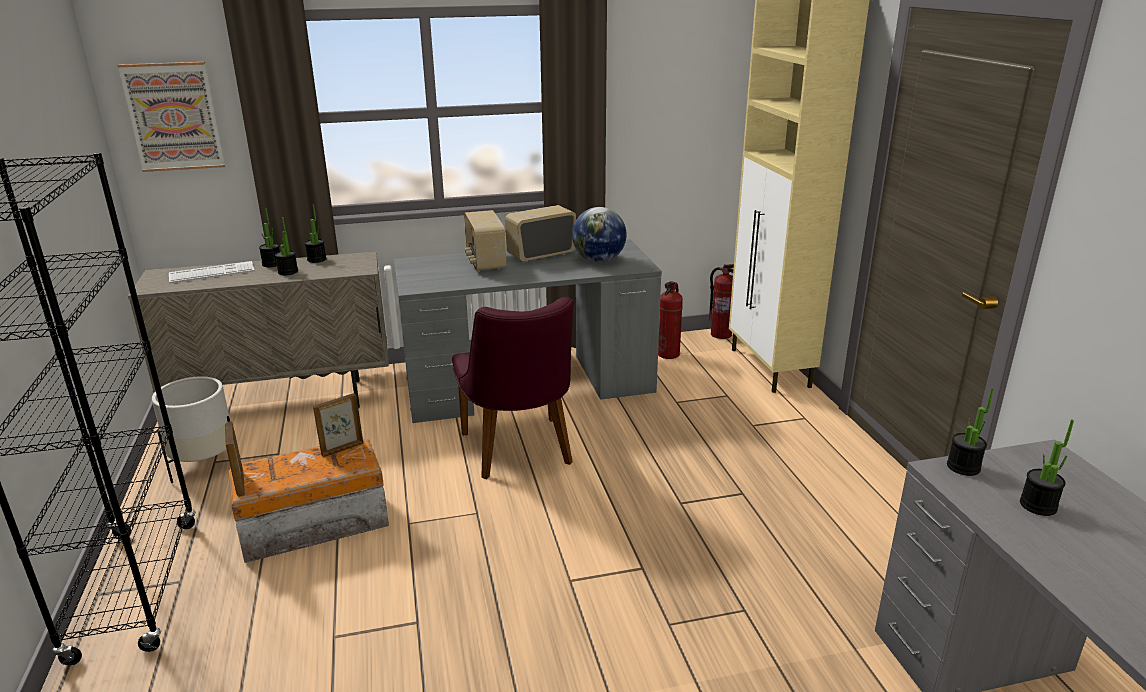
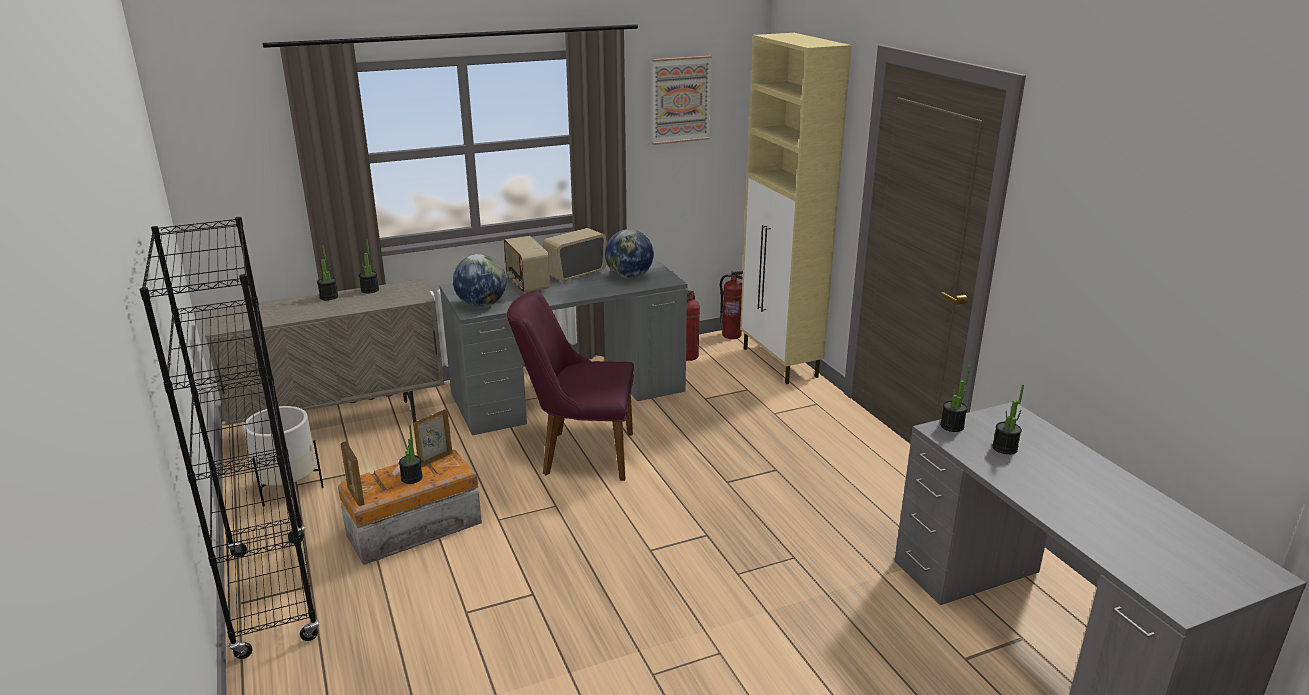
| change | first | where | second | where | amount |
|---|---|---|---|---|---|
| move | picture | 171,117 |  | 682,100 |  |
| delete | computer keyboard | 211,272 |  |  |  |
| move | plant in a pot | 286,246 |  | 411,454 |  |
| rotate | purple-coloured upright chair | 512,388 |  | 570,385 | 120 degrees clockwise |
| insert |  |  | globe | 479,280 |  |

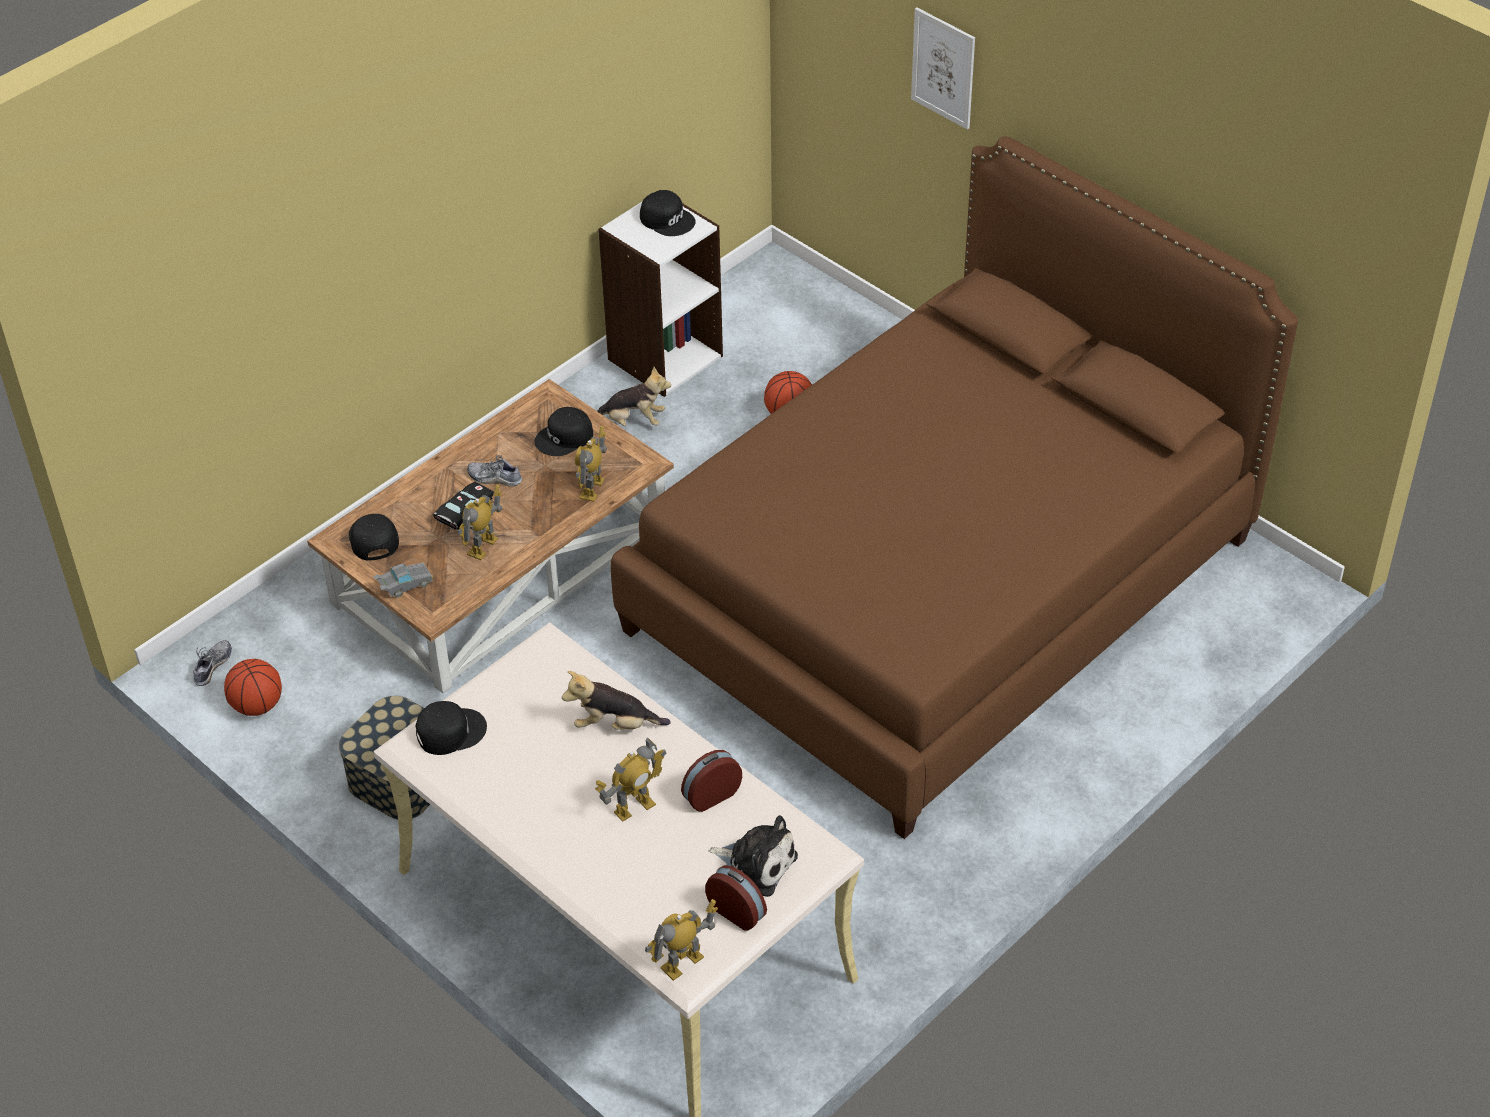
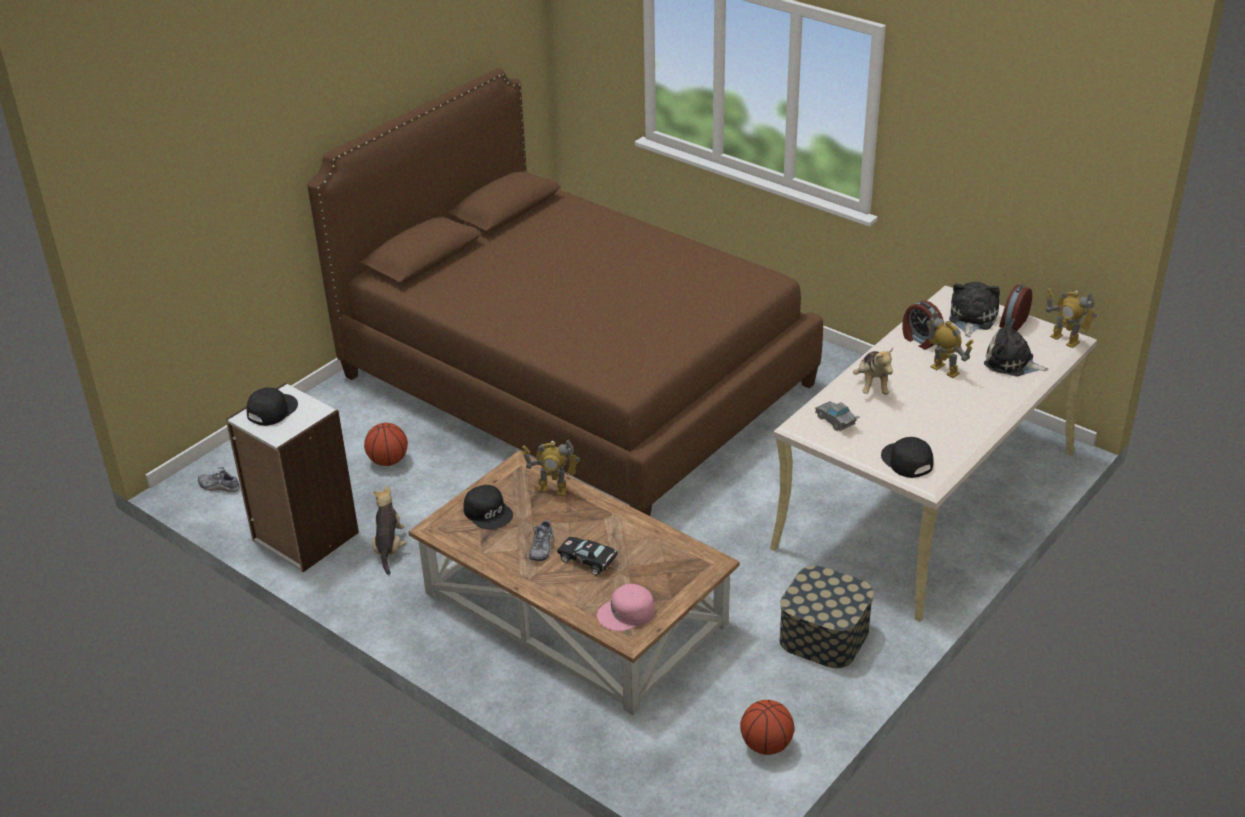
| change | first | where | second | where | amount |
|---|---|---|---|---|---|
| move | shoe | 212,663 |  | 219,479 |  |
| recolor | black peaked cap | 374,537 | pinkish peaked cap | 626,607 |  |
| move | gray model car | 403,580 |  | 837,416 |  |
| delete | robot figure | 479,522 |  |  |  |
| delete | picture | 943,69 |  |  |  |
| insert |  |  | plush toy | 1016,347 |  |

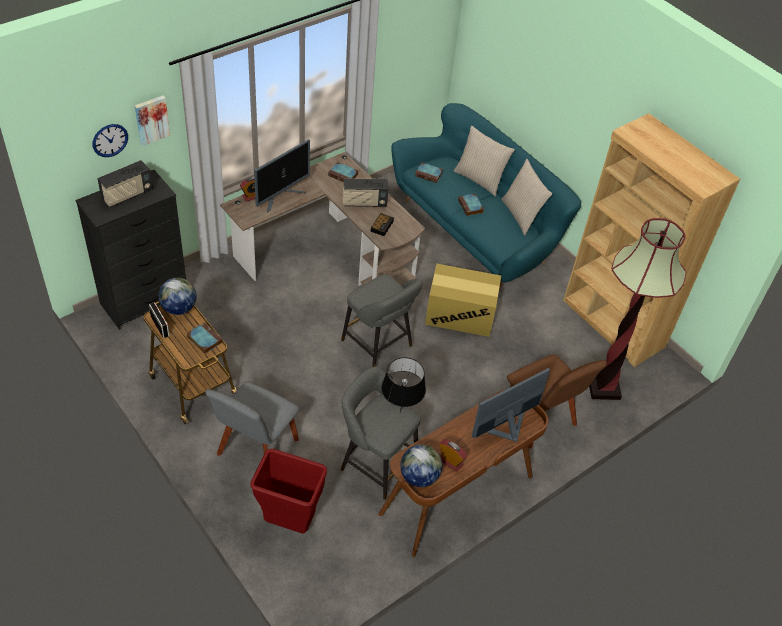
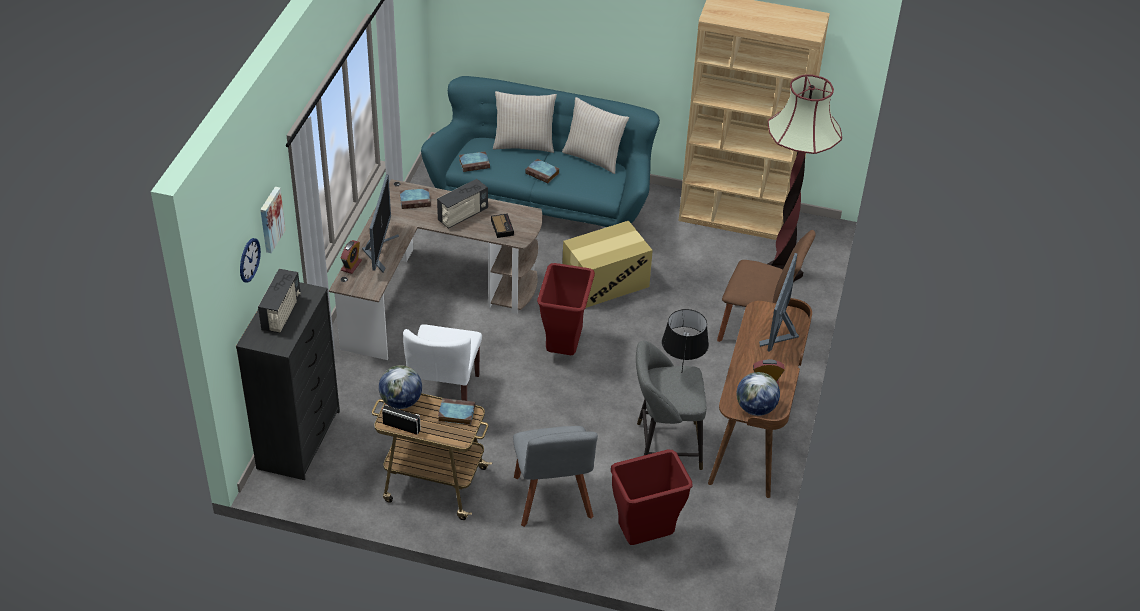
| change | first | where | second | where | amount |
|---|---|---|---|---|---|
| replace | gray stool | 382,320 | reddish waste bin | 566,309 |  |
| insert |  |  | whitish upright chair | 442,362 |  |

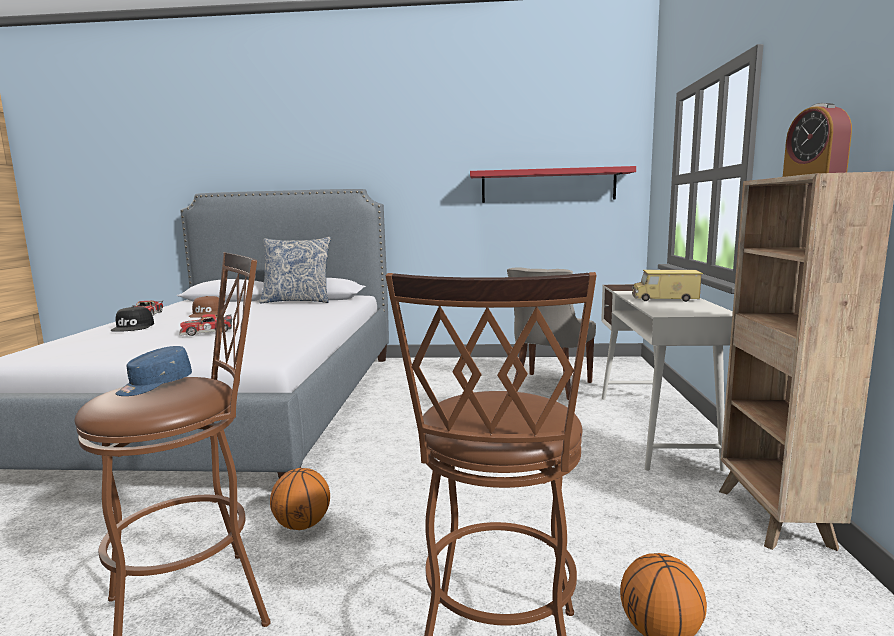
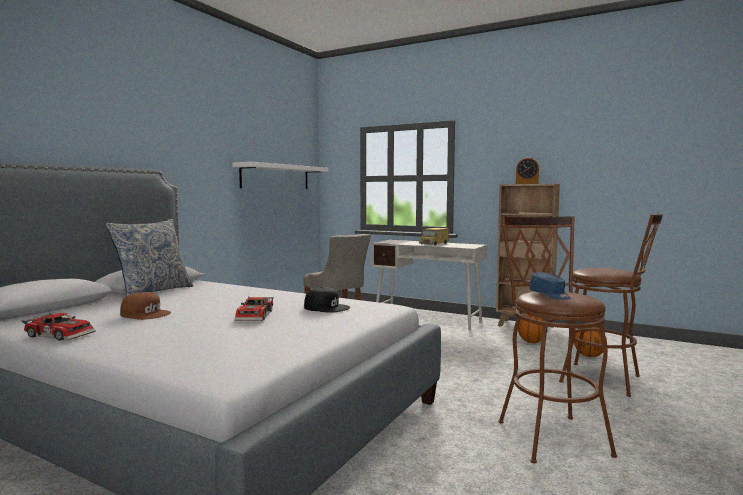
| change | first | where | second | where | amount |
|---|---|---|---|---|---|
| move | black peaked cap | 132,319 |  | 327,300 |  |
| move | basketball ball | 300,499 |  | 531,329 |  |
| recolor | reddish wall shelf | 553,184 | whitish wall shelf | 280,175 |  |

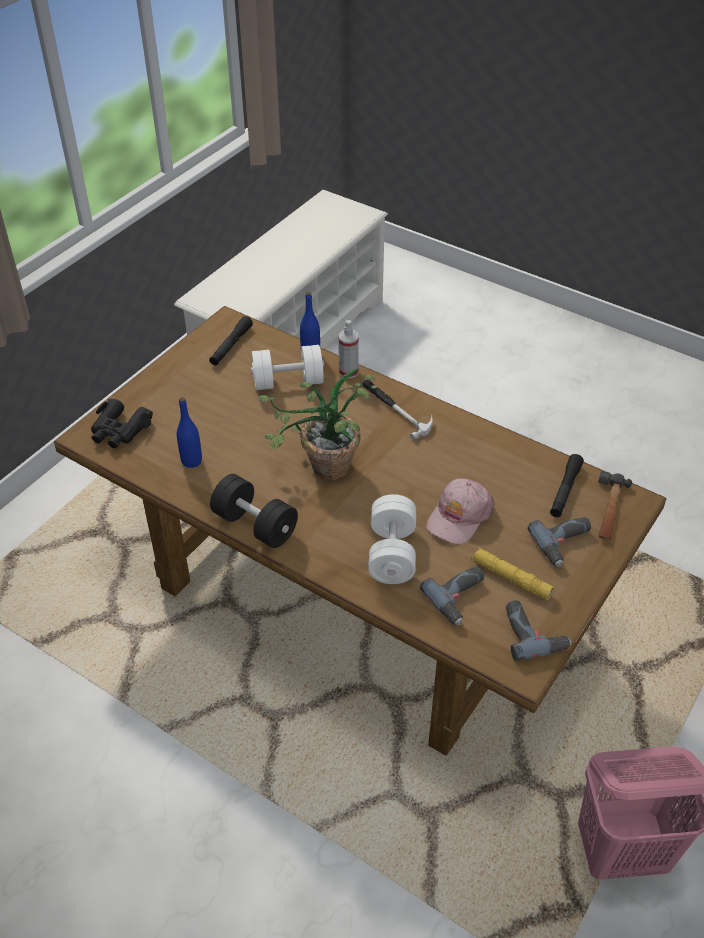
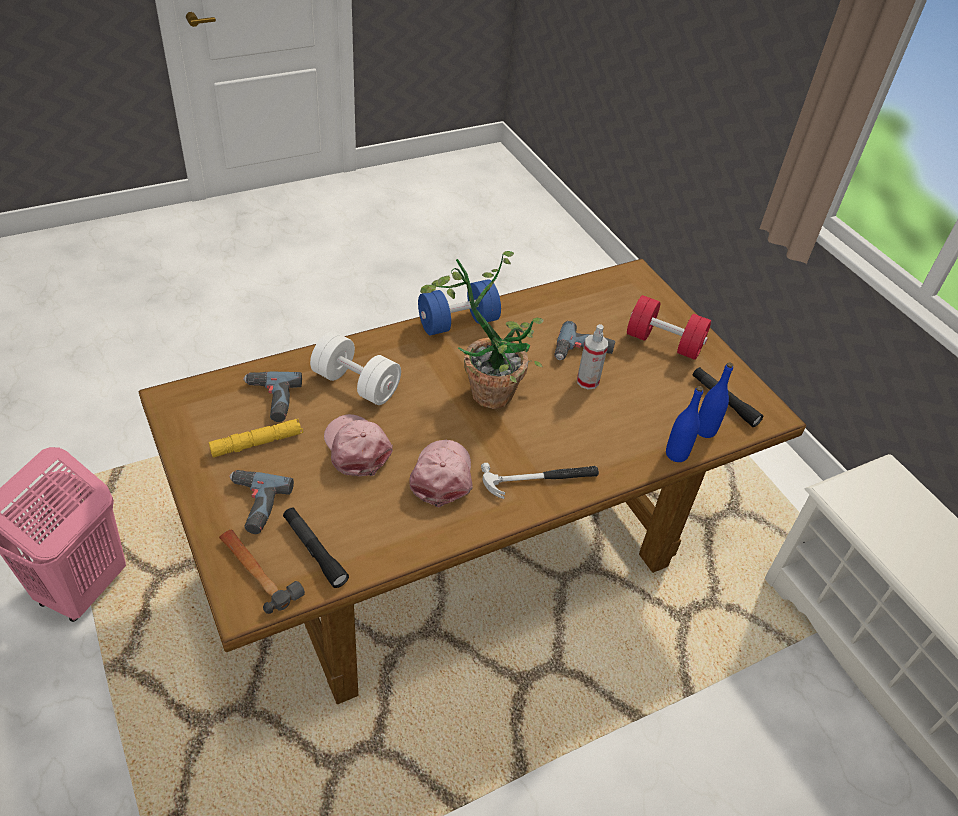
| change | first | where | second | where | amount |
|---|---|---|---|---|---|
| delete | black binoculars | 122,423 |  |  |  |
| move | blue drink bottle | 189,432 |  | 715,400 |  |
| recolor | black hand weight | 254,511 | blue hand weight | 459,307 |  |
| delete | whitish hand weight | 287,367 |  |  |  |
| move | spray bottle | 348,349 |  | 592,357 |  |
| move | power drill | 539,630 |  | 584,340 |  |
| insert |  |  | pinkish peaked cap | 441,473 |  |
| insert |  |  | reddish hand weight | 669,327 |  |

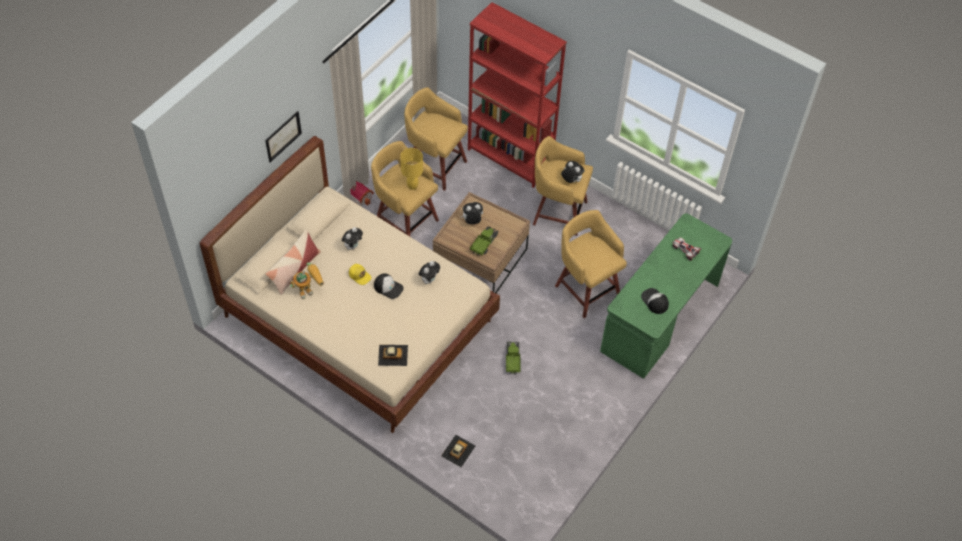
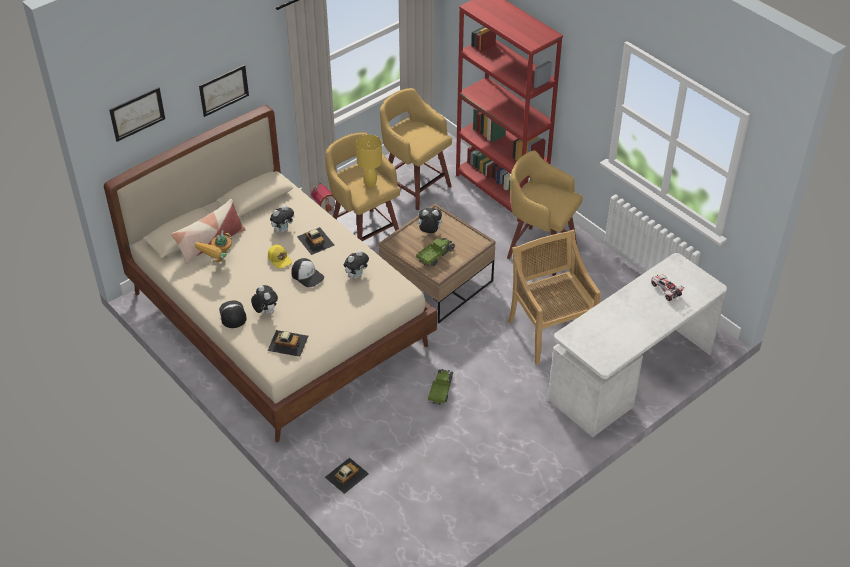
| change | first | where | second | where | amount |
|---|---|---|---|---|---|
| rotate | robot figure | 307,280 |  | 213,246 | 135 degrees clockwise |
| replace | yellow-coloured stool | 591,264 | beige-coloured upright chair | 554,297 |  |
| move | plush toy | 572,172 |  | 264,299 |  |
| recolor | green-coloured desk unit | 666,296 | whitish desk unit | 637,345 |  |
| move | peaked cap | 655,301 |  | 233,314 |  |
| insert |  |  | picture | 137,114 |  |
| insert |  |  | model car | 316,241 |  |

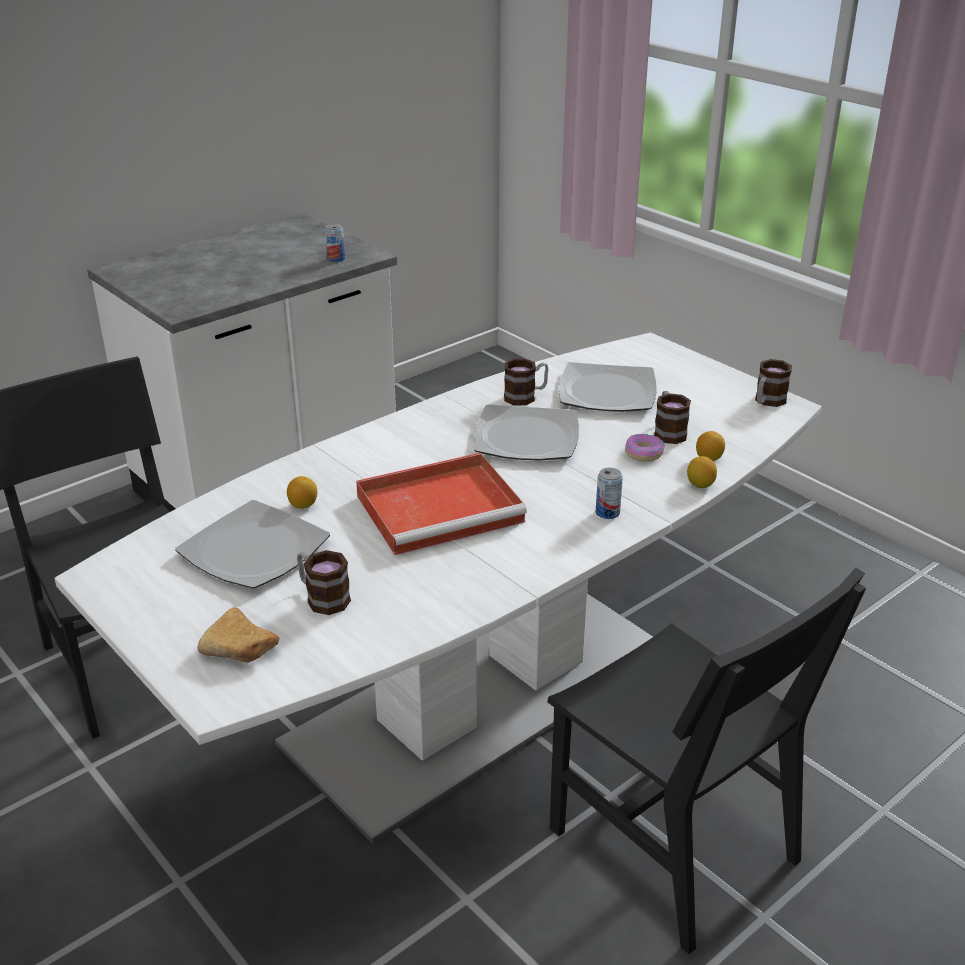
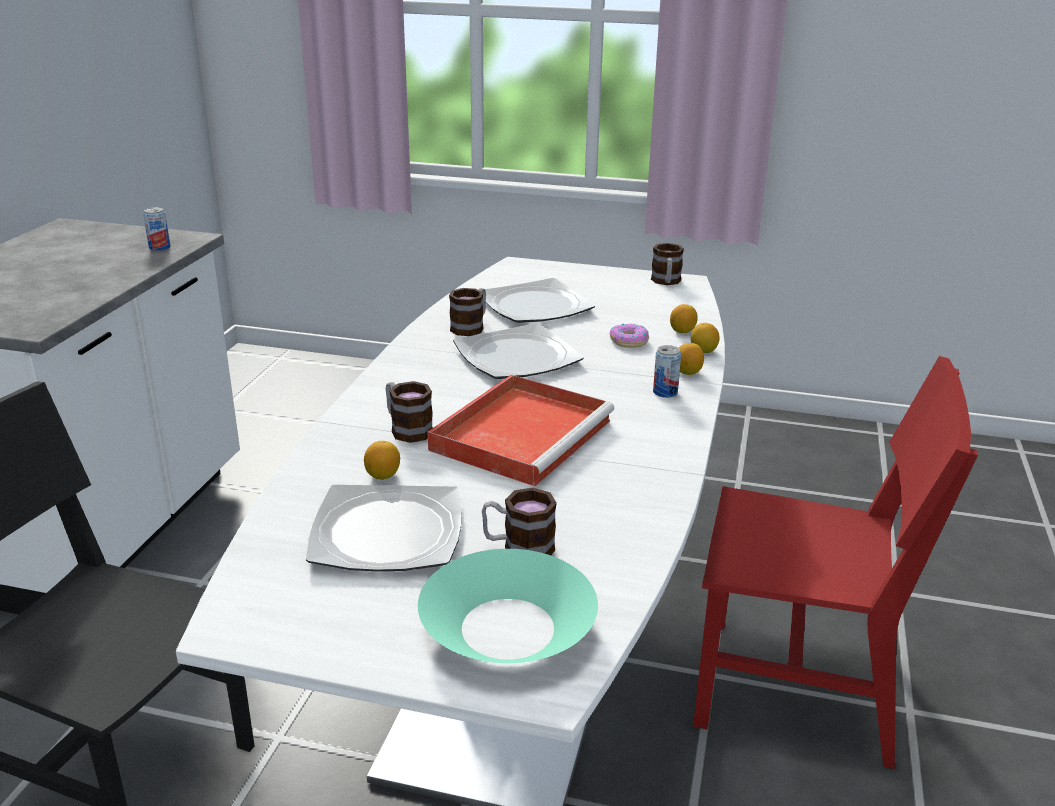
| change | first | where | second | where | amount |
|---|---|---|---|---|---|
| replace | bakery bread | 238,635 | turquoise deep dish | 508,606 |  |
| recolor | black upright chair | 706,760 | reddish upright chair | 835,562 |  |
| move | coffee mug | 672,417 |  | 409,412 |  |
| insert |  |  | lemon | 691,359 |  |

